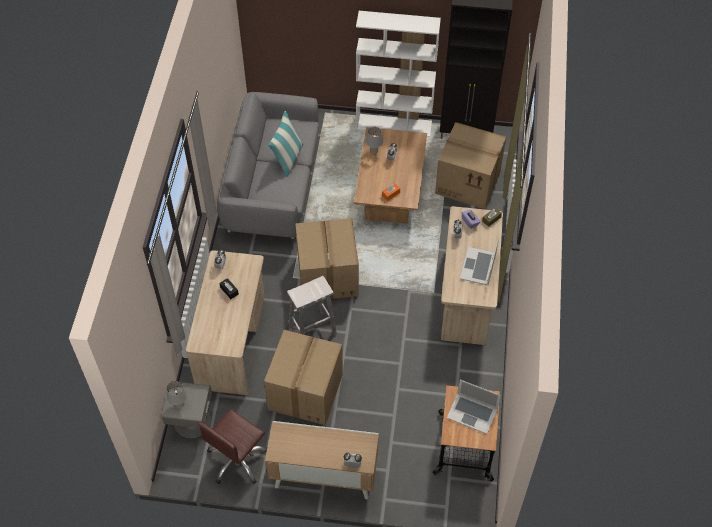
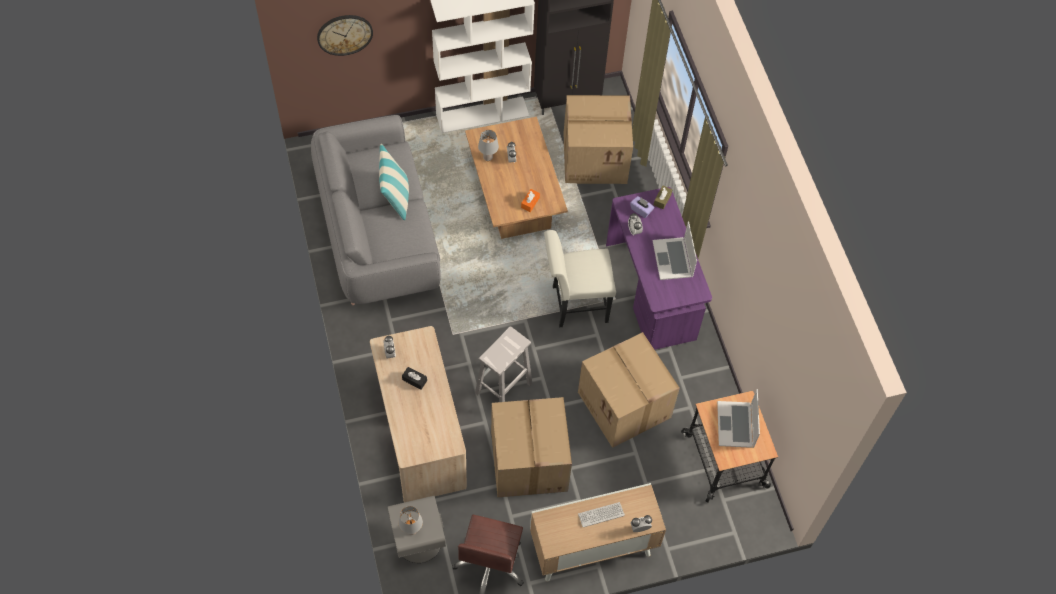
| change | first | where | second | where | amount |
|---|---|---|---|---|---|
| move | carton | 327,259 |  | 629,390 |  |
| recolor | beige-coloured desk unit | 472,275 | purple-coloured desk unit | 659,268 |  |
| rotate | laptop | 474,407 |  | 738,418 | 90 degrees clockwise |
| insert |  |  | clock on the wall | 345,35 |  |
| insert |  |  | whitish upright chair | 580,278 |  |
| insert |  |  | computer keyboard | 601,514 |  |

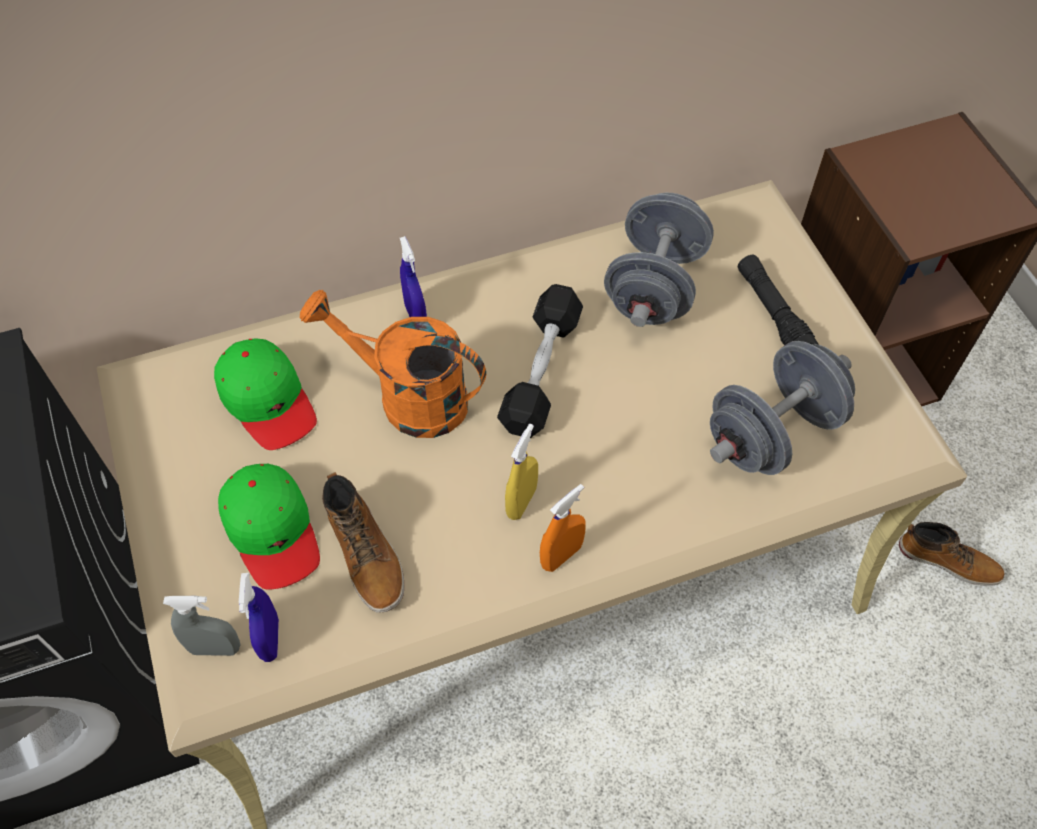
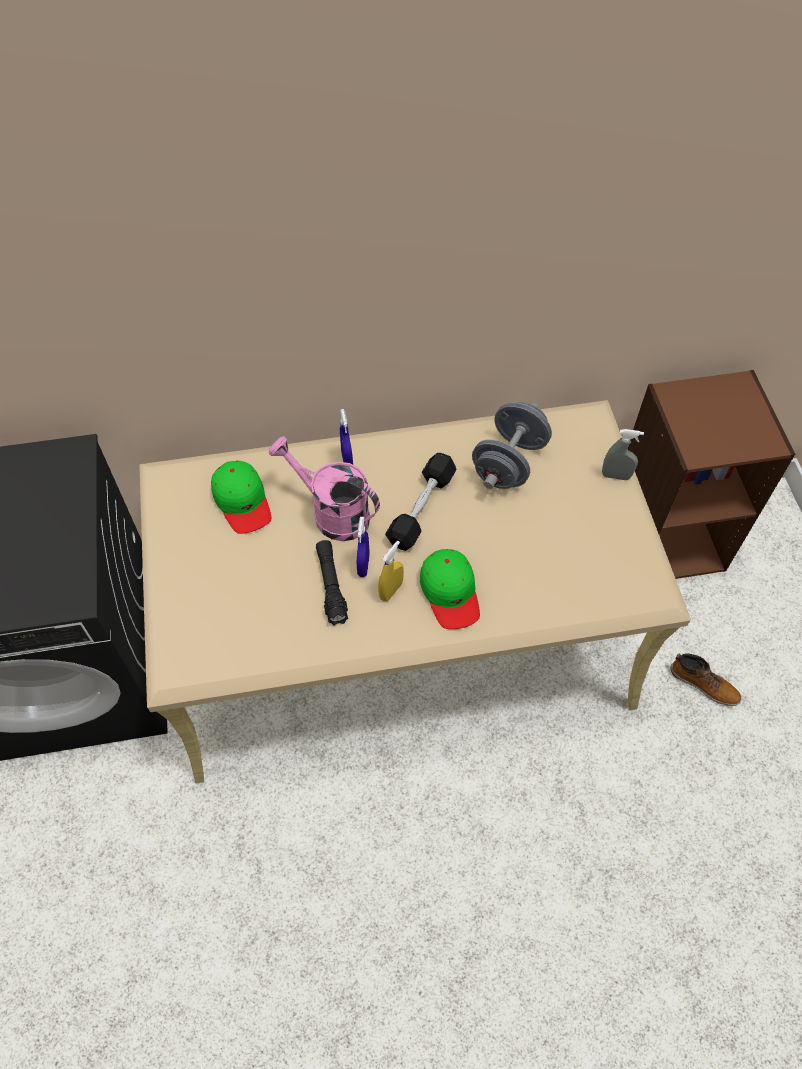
| change | first | where | second | where | amount |
|---|---|---|---|---|---|
| move | gray spray bottle | 202,626 |  | 623,454 |  |
| move | green-coloured peaked cap | 269,527 |  | 450,589 |  |
| move | blue spray bottle | 259,617 |  | 363,547 |  |
| recolor | orange-coloured sprinkling can | 393,364 | pinkish sprinkling can | 324,488 |  |
| delete | boot | 363,542 |  |  |  |
| delete | orange-coloured spray bottle | 563,528 |  |  |  |
| delete | gray hand weight | 782,408 |  |  |  |
| move | black torch | 778,300 |  | 332,583 |  |

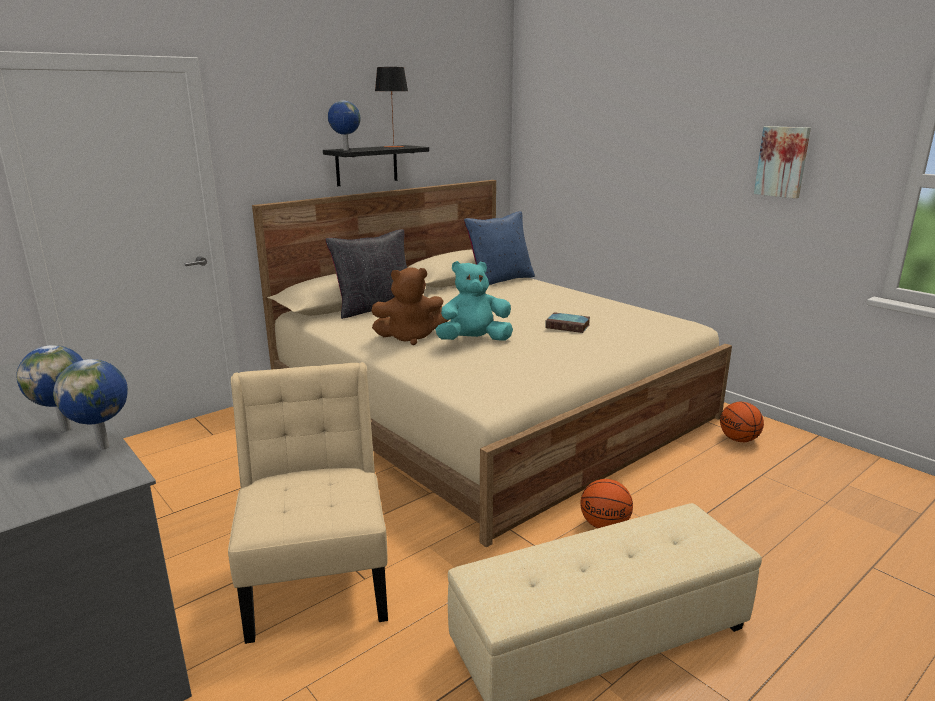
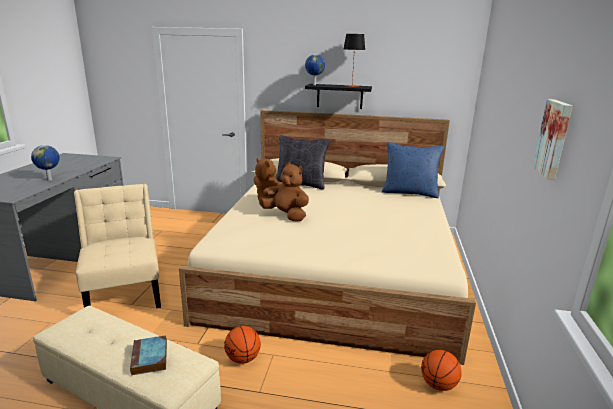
| change | first | where | second | where | amount |
|---|---|---|---|---|---|
| delete | globe | 90,404 |  |  |  |
| rotate | beige-coloured upright chair | 308,503 |  | 117,246 | 60 degrees counterclockwise |
| recolor | turquoise plush toy | 474,301 | brown-coloured plush toy | 284,191 |  |
| move | bound book | 567,322 |  | 148,355 |  |

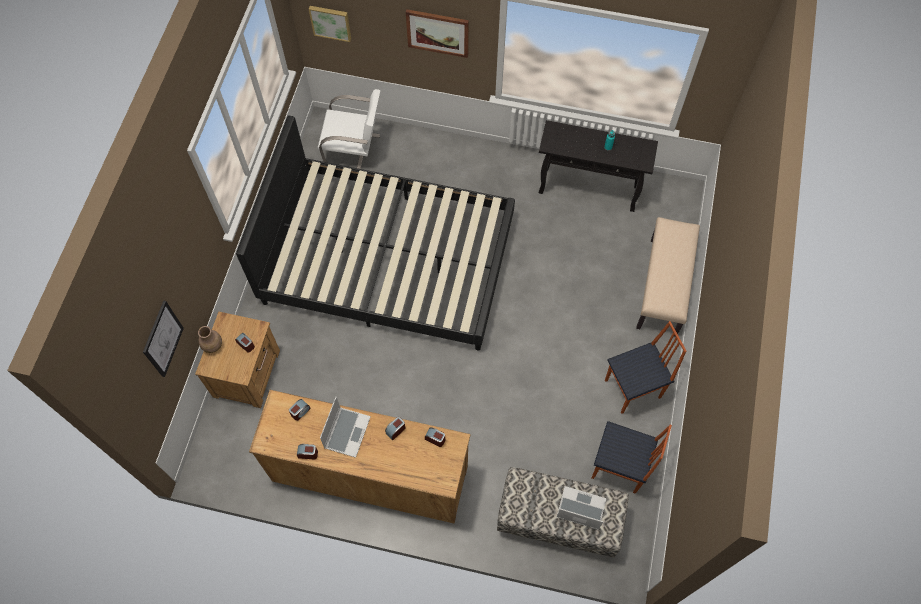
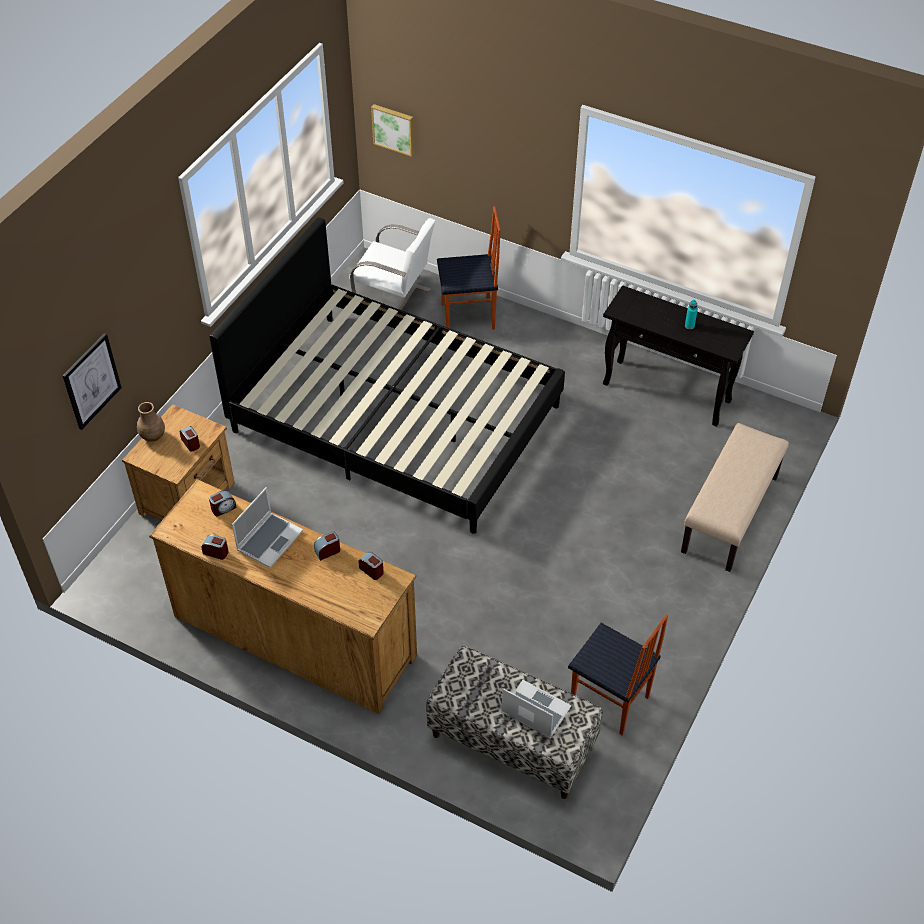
| change | first | where | second | where | amount |
|---|---|---|---|---|---|
| delete | picture | 437,33 |  |  |  |
| move | upright chair | 645,367 |  | 469,268 |  |

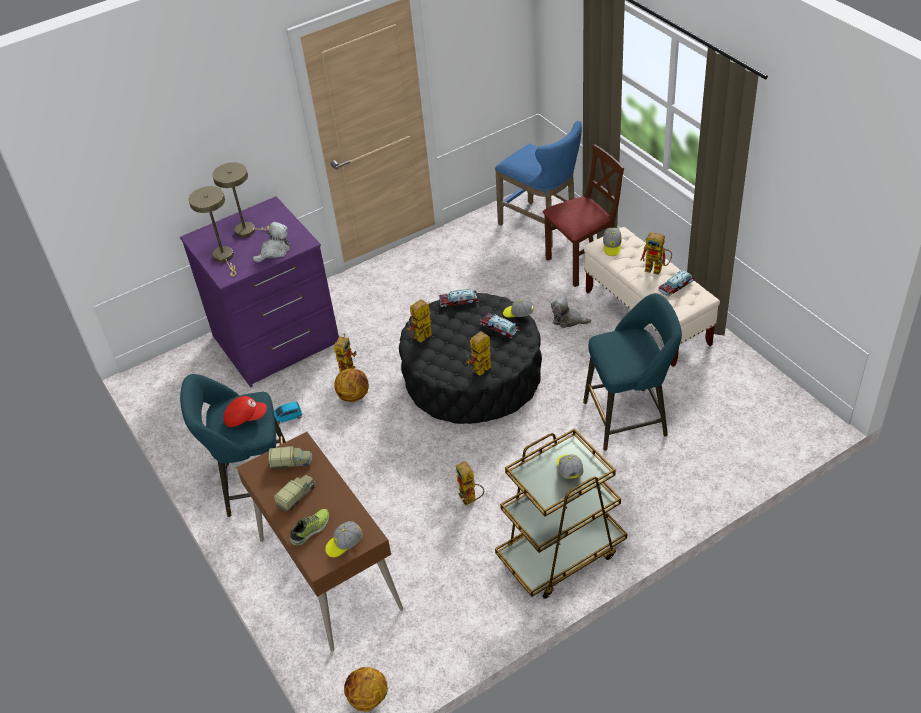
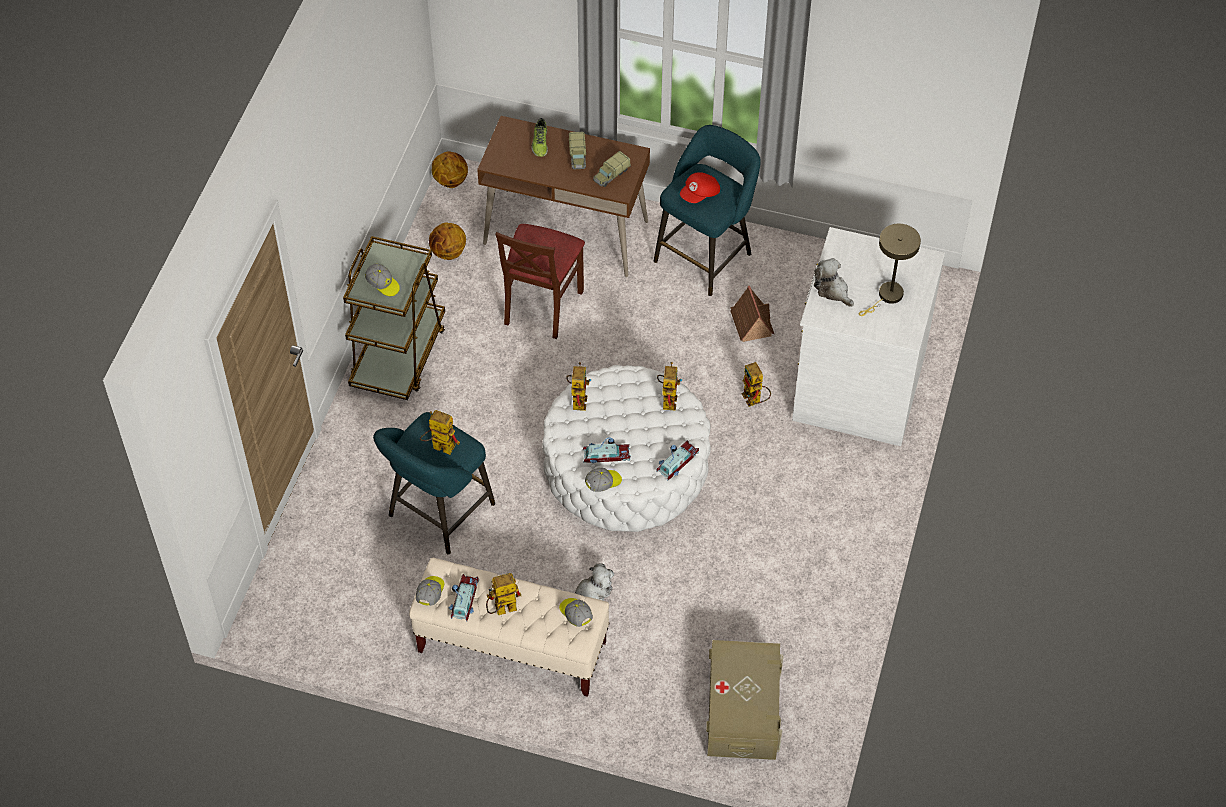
| change | first | where | second | where | amount |
|---|---|---|---|---|---|
| recolor | purple-coloured dresser | 259,291 | whitish dresser | 868,336 |  |
| delete | beige-coloured lamp for a table | 212,231 |  |  |  |
| rotate | plush toy | 271,242 |  | 834,282 | 135 degrees clockwise |
| replace | blue model car | 288,413 | toy house | 752,314 |  |
| move | peaked cap | 344,539 |  | 430,591 |  |
| move | basketball ball | 351,385 |  | 447,241 |  |
| recolor | black footrest | 470,358 | whitish footrest | 626,448 |  |
| move | robot figure | 470,483 |  | 440,432 |  |
| replace | blue stool | 538,184 | beige-coloured storage container | 744,700 |  |
| move | brown-coloured upright chair | 583,216 |  | 540,281 |  |

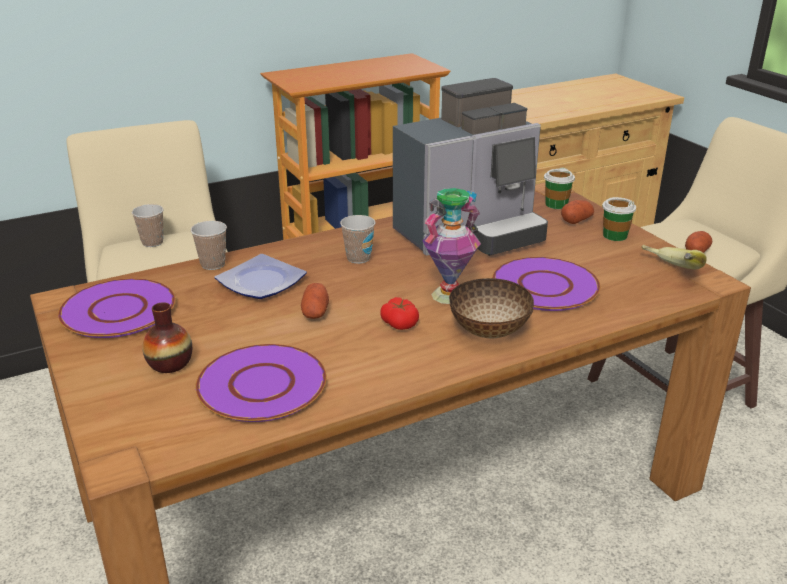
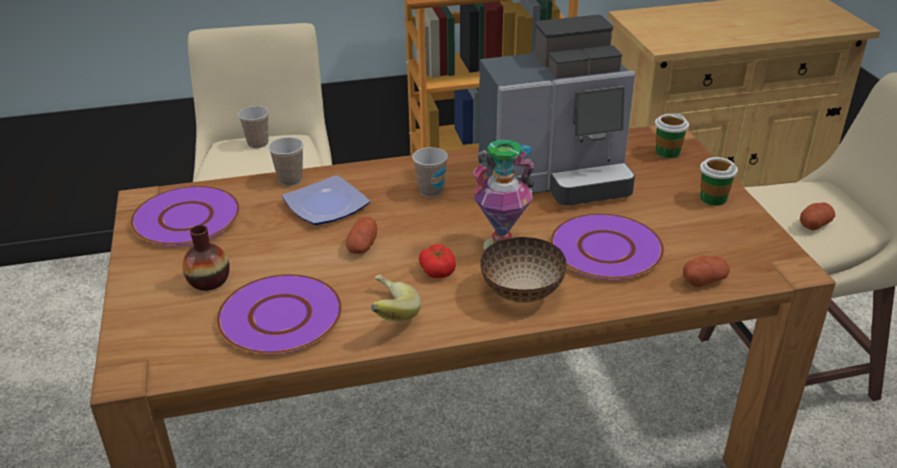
| change | first | where | second | where | amount |
|---|---|---|---|---|---|
| move | potato | 577,212 |  | 706,271 |  |
| move | banana | 674,257 |  | 396,297 |  |

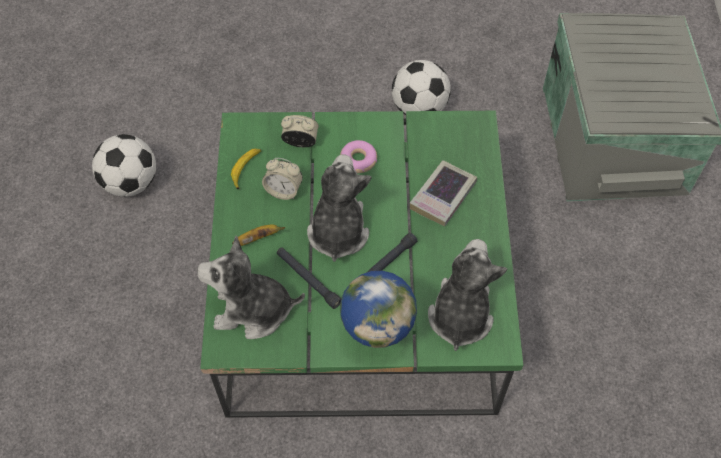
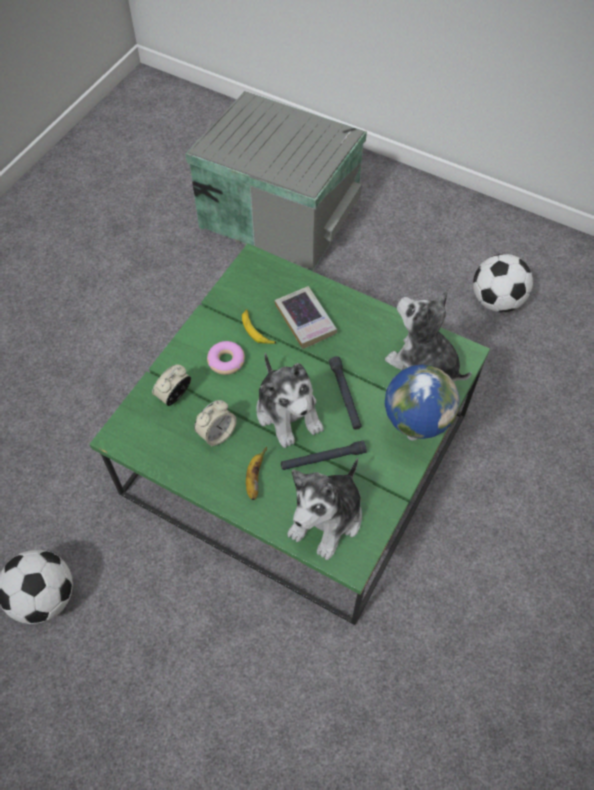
| change | first | where | second | where | amount |
|---|---|---|---|---|---|
| move | banana | 246,169 |  | 259,326 |  |
| rotate | plush toy | 339,208 |  | 290,400 | 150 degrees counterclockwise |
| move | football ball | 421,87 |  | 503,283 |  |

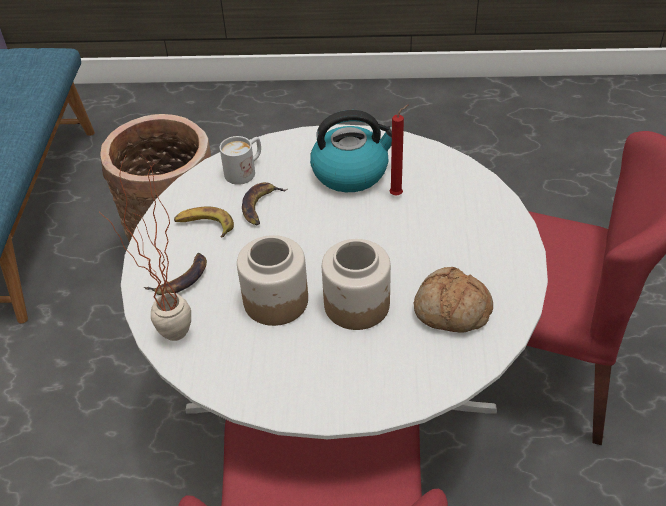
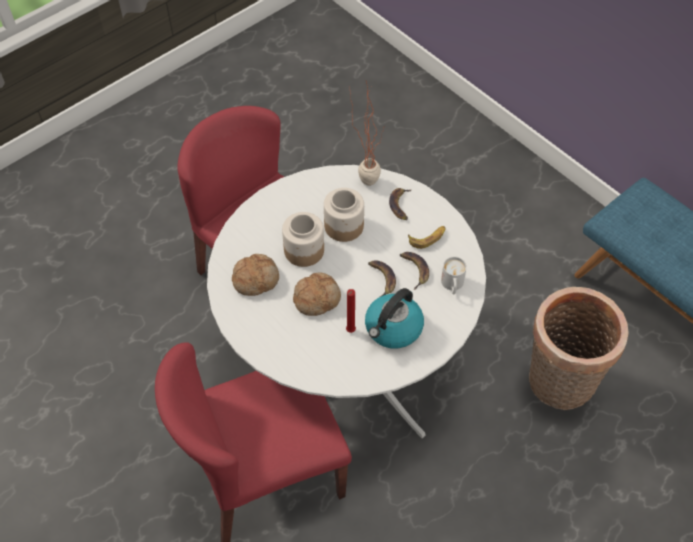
| change | first | where | second | where | amount |
|---|---|---|---|---|---|
| insert |  |  | bakery bread | 317,294 |  |
| insert |  |  | banana | 382,278 |  |

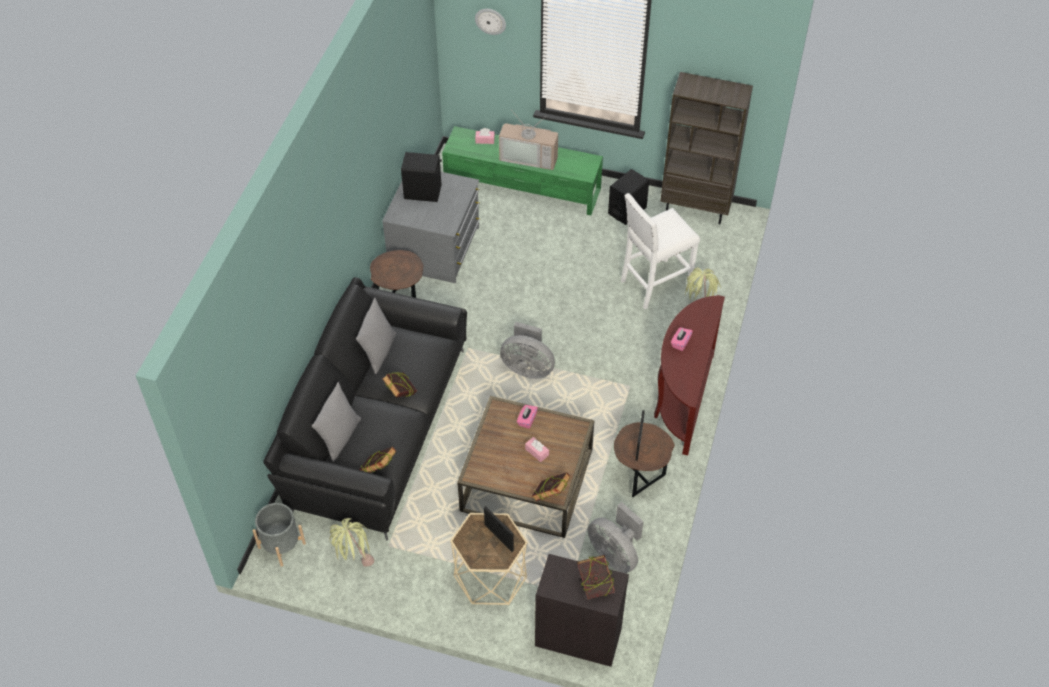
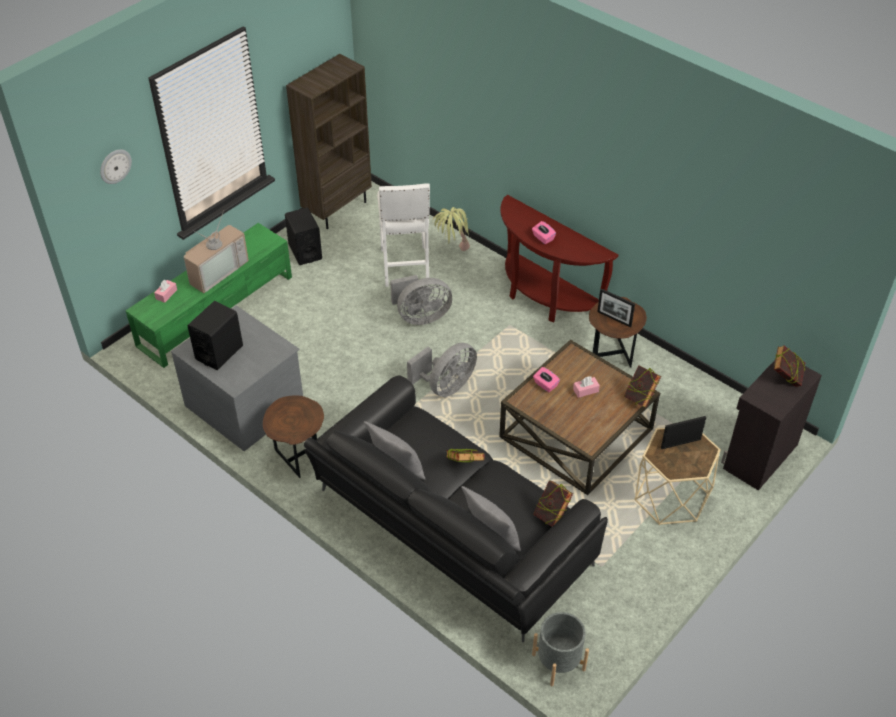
| change | first | where | second | where | amount |
|---|---|---|---|---|---|
| delete | plant in a pot | 351,542 |  |  |  |
| move | gray fan | 616,537 |  | 421,300 |  |

